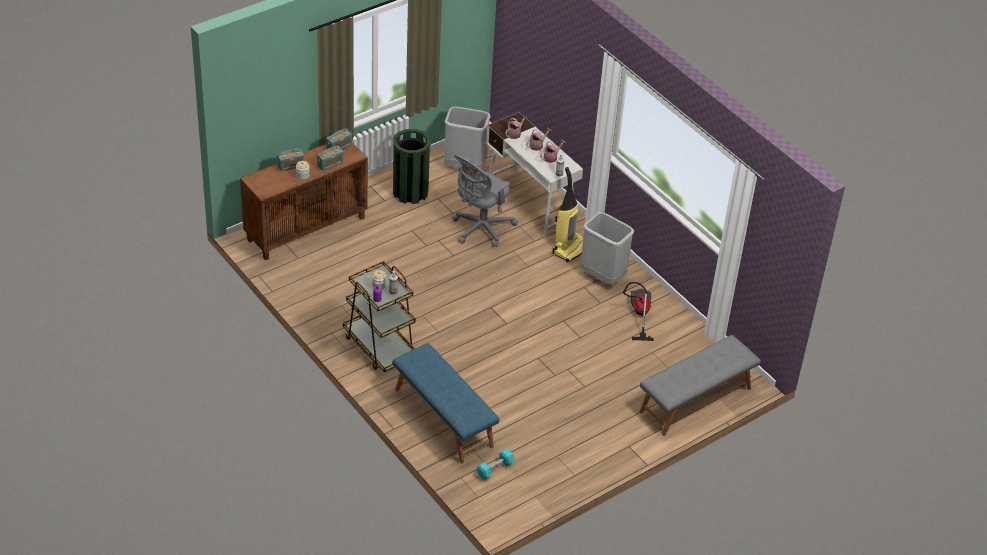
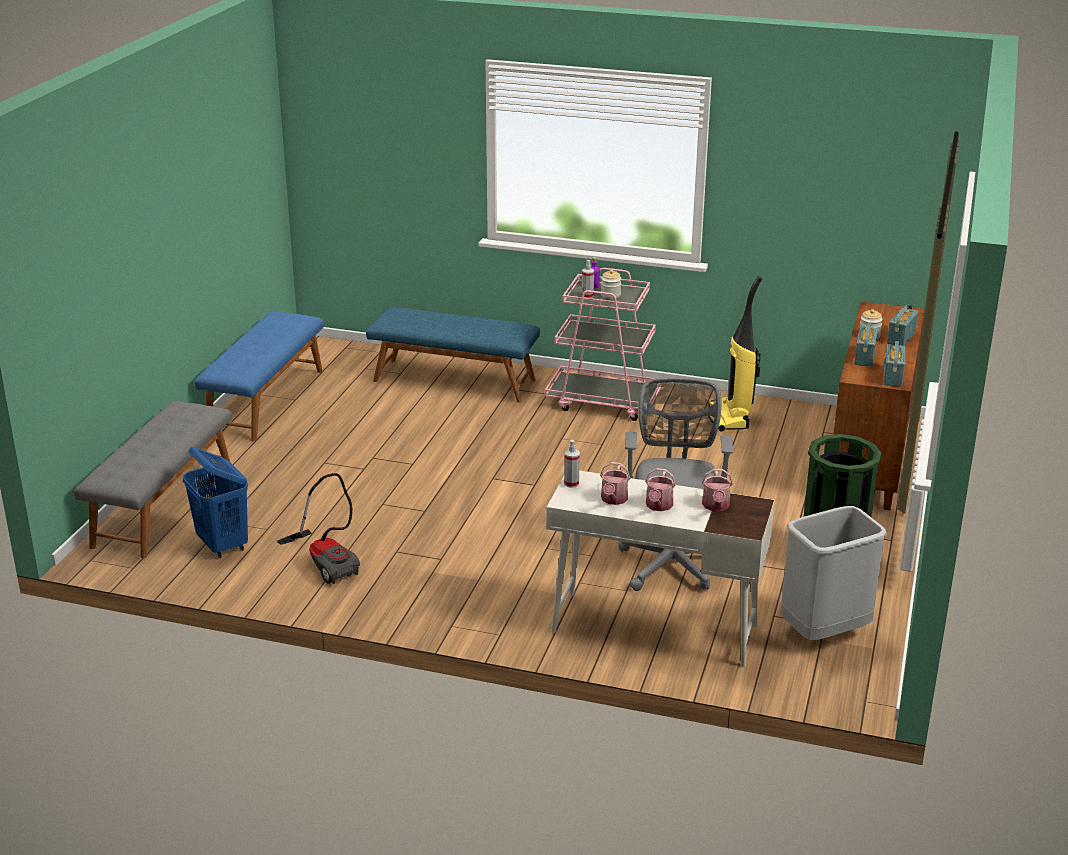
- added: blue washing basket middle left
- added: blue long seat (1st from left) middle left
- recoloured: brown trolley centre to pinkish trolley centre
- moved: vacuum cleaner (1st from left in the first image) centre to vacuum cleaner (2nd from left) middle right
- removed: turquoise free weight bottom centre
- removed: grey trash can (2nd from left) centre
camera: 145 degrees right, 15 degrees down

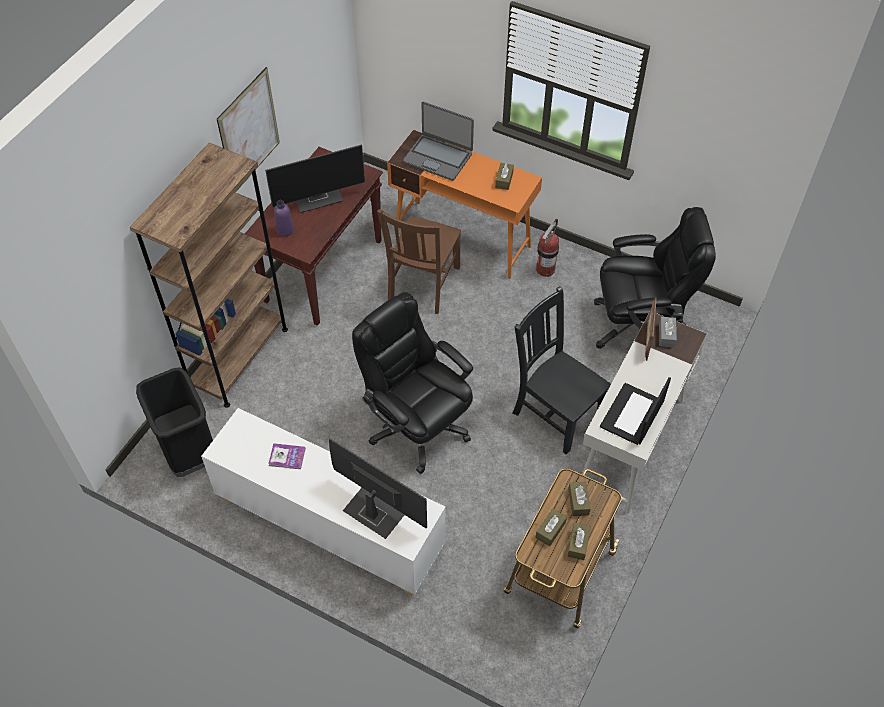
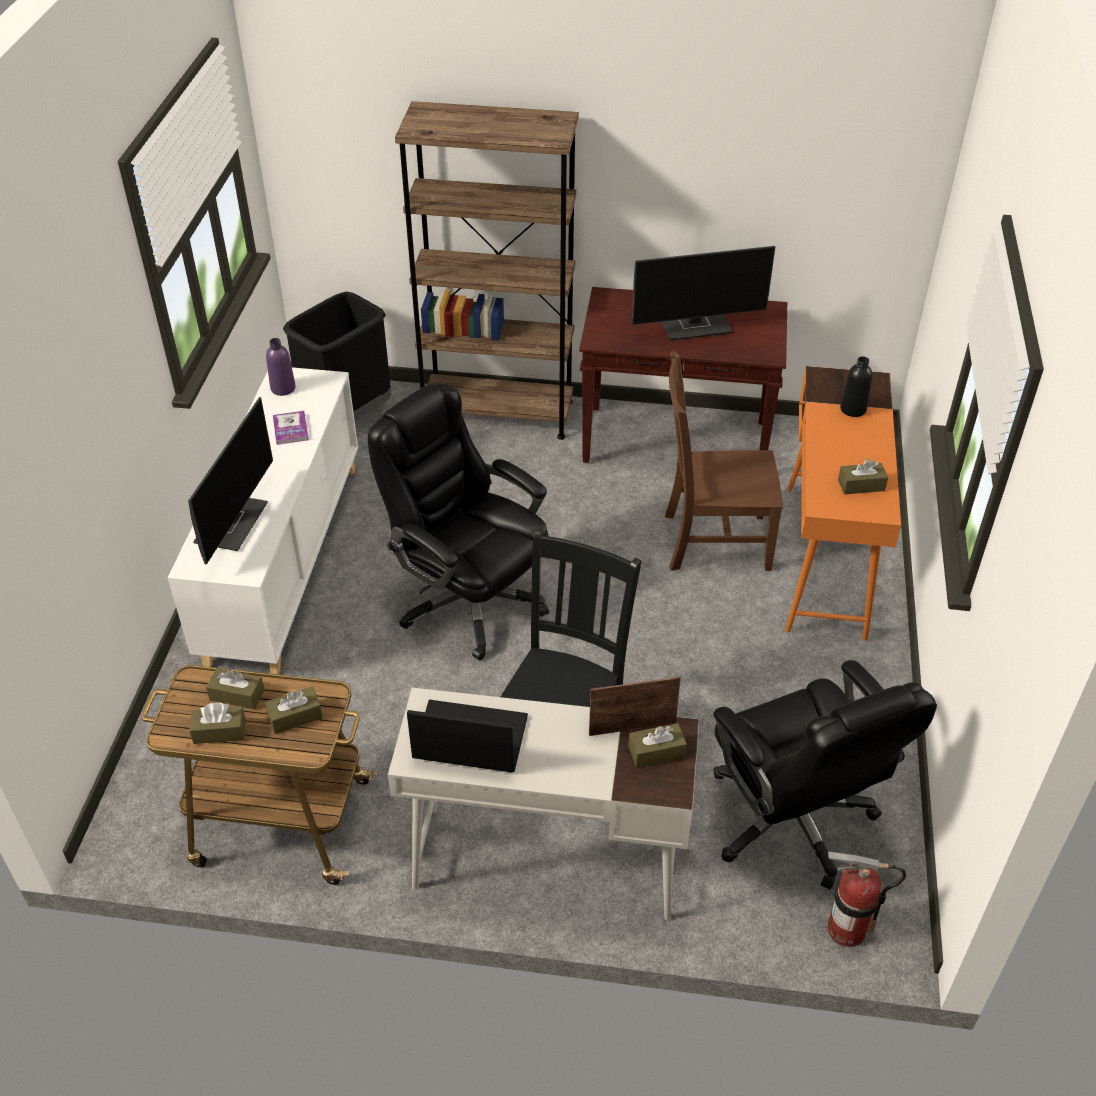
- moved: purplish bottle top left to middle left
- turned: black-coloured computer chair (1st from left) centre = centre 75 degrees counterclockwise
- recoloured: grey tissue box middle right to brown tissue box (4th from left) bottom centre
- turned: computer screen (1st from left in the first image) top centre = top centre 60 degrees counterclockwise
- moved: fire extinguisher centre to bottom right
- replaced: laptop (1st from left) top centre to black-coloured bottle middle right
- removed: wall picture top left
camera: 70 degrees right, 10 degrees down

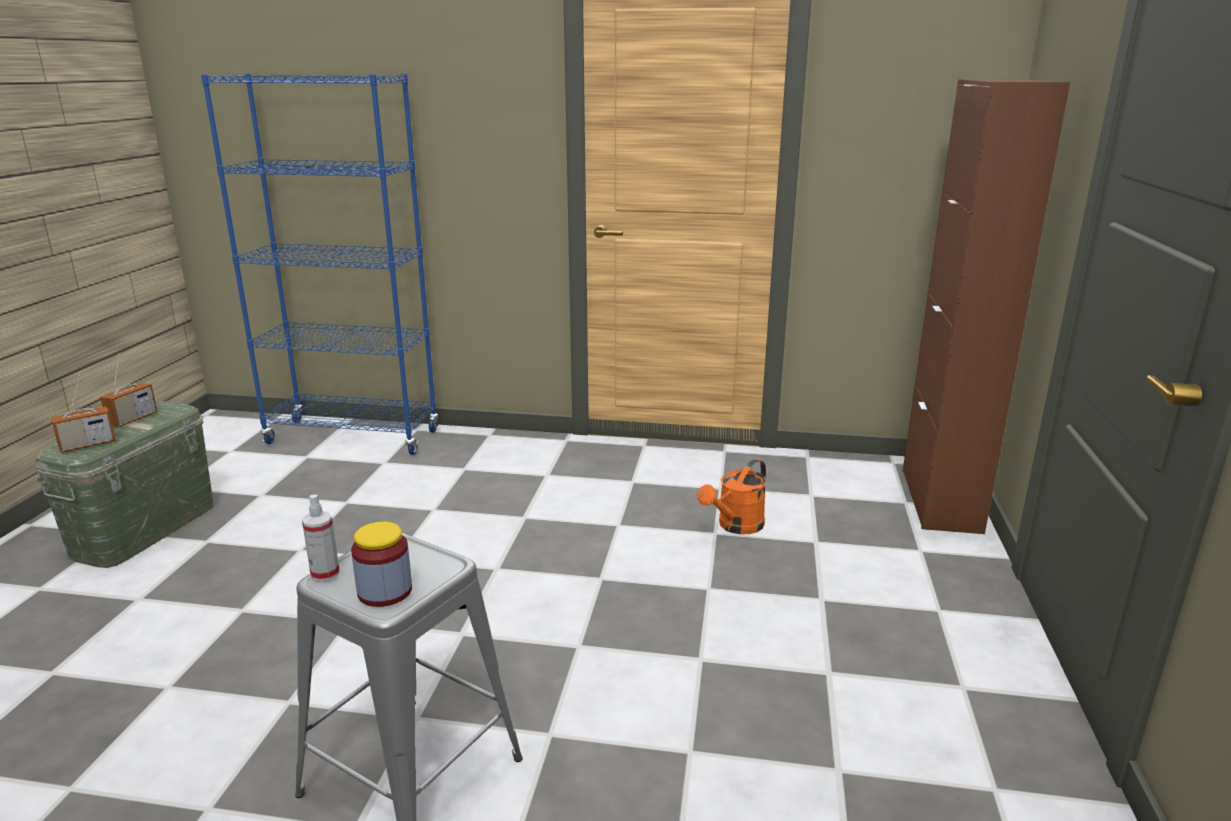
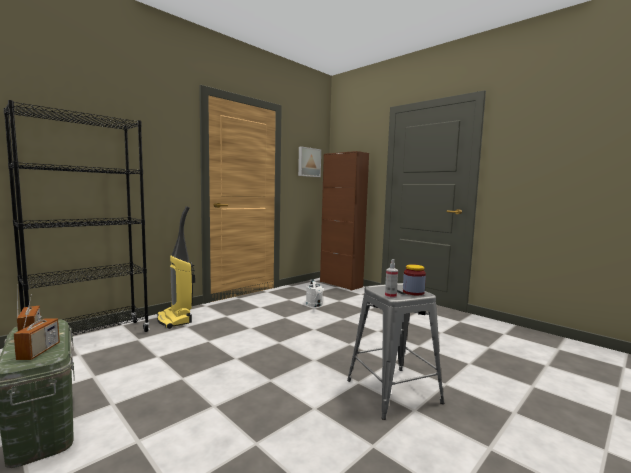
- recoloured: blue bookcase top left to black-coloured bookcase middle left
- added: vacuum cleaner middle left
- added: wall picture centre
- recoloured: orange sprinkling can centre to white sprinkling can centre
camera: 55 degrees left, 15 degrees down

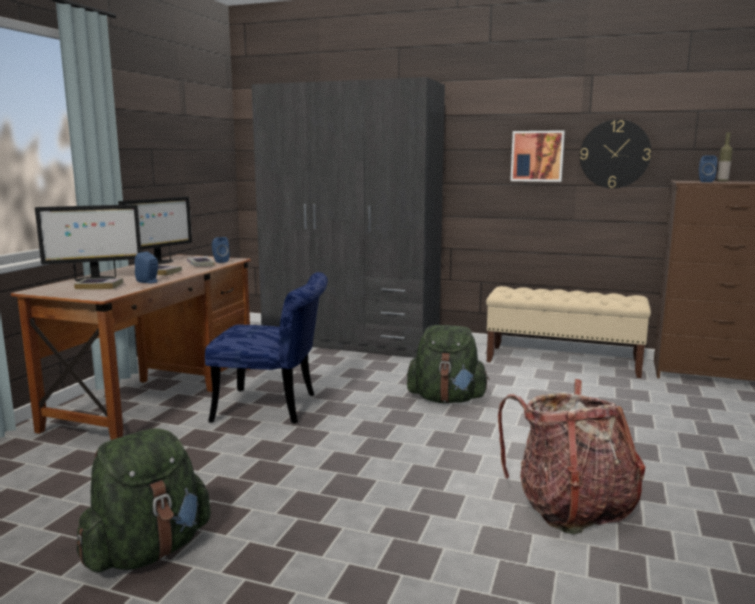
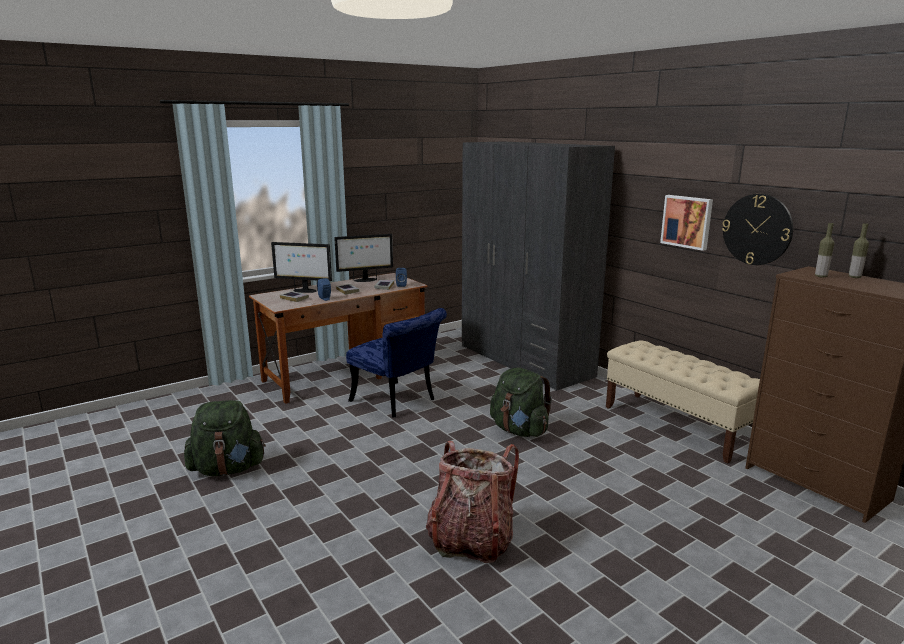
- replaced: blue loudspeaker (3rd from left) top right to bottle (1st from left) middle right
camera: 35 degrees right, 5 degrees up

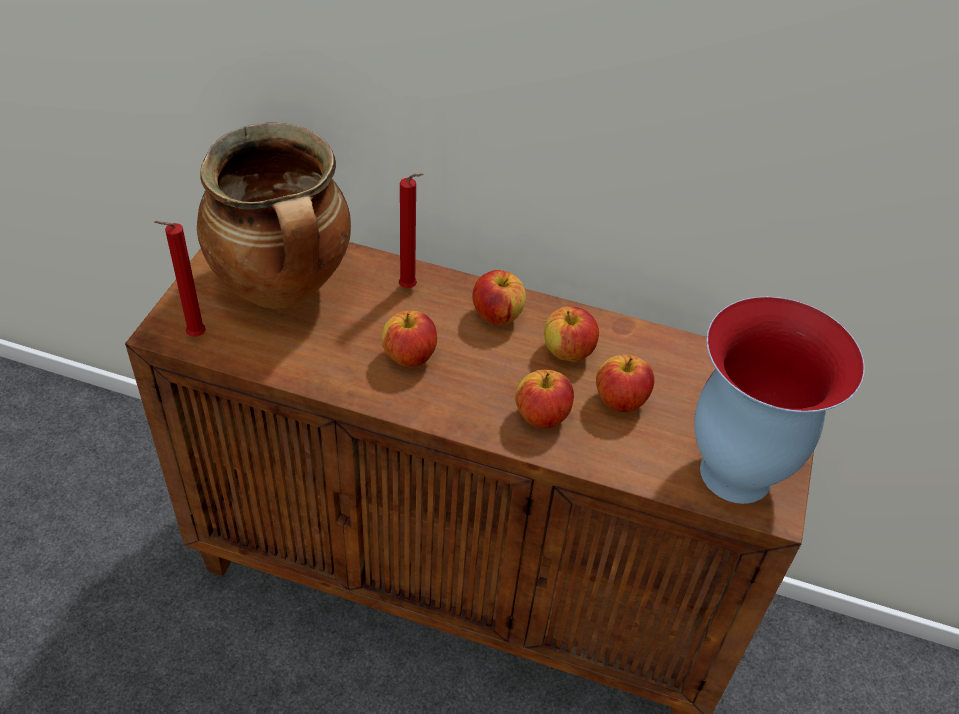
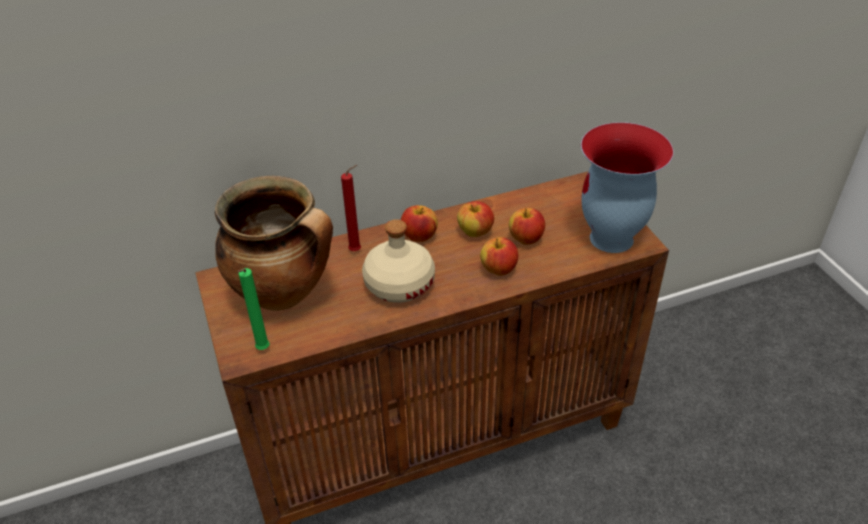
- recoloured: reddish wax light (1st from left) middle left to green-coloured wax light middle left
- replaced: apple (1st from left) centre to sand-coloured bottle centre
camera: 35 degrees left, 5 degrees down

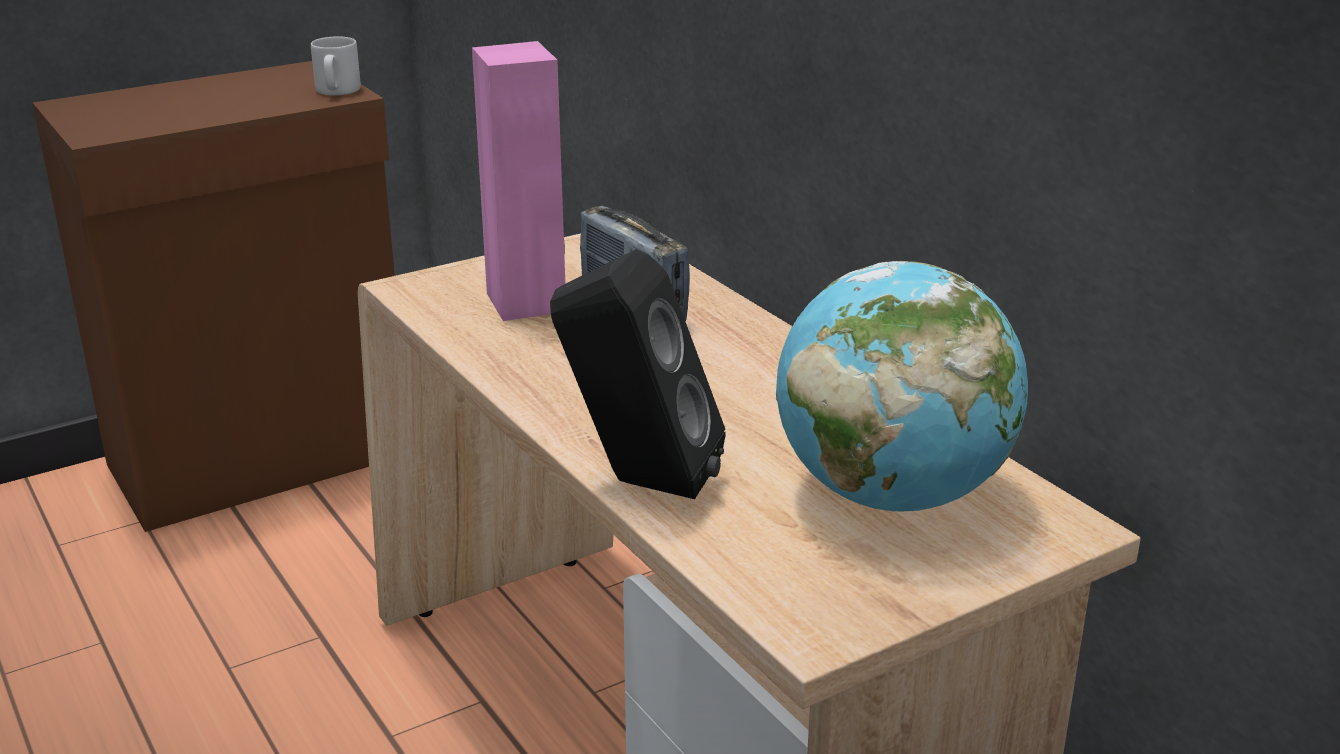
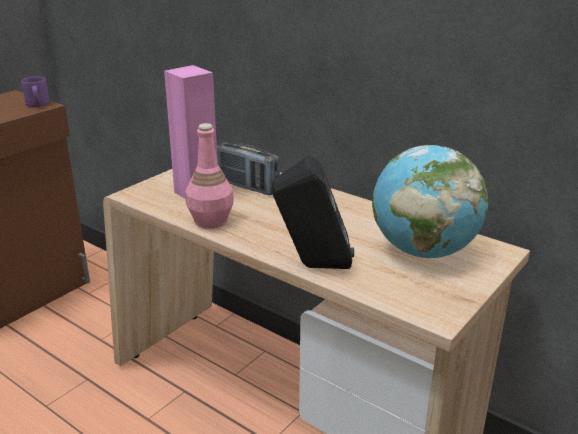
- recoloured: grey tea mug top left to purplish tea mug top left
- added: pinkish bottle centre
camera: 20 degrees left, 0 degrees up

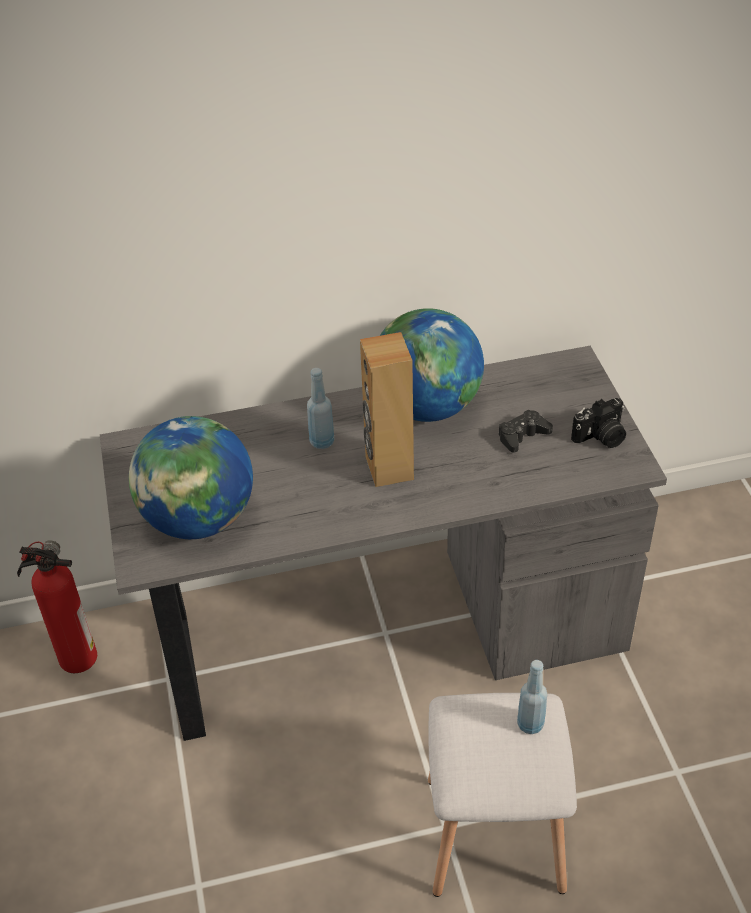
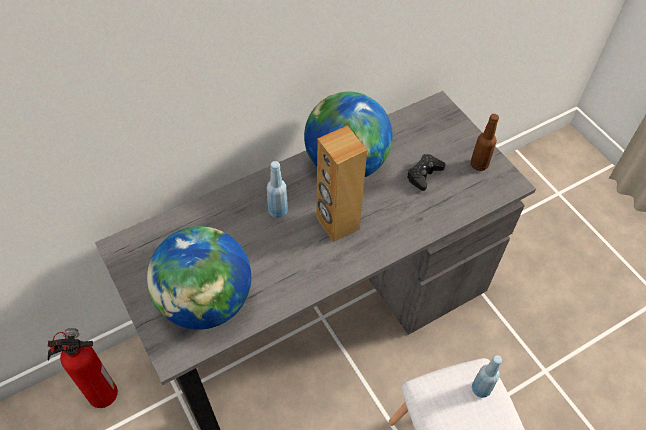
- replaced: photo camera middle right to brown bottle top right
camera: 20 degrees left, 10 degrees up

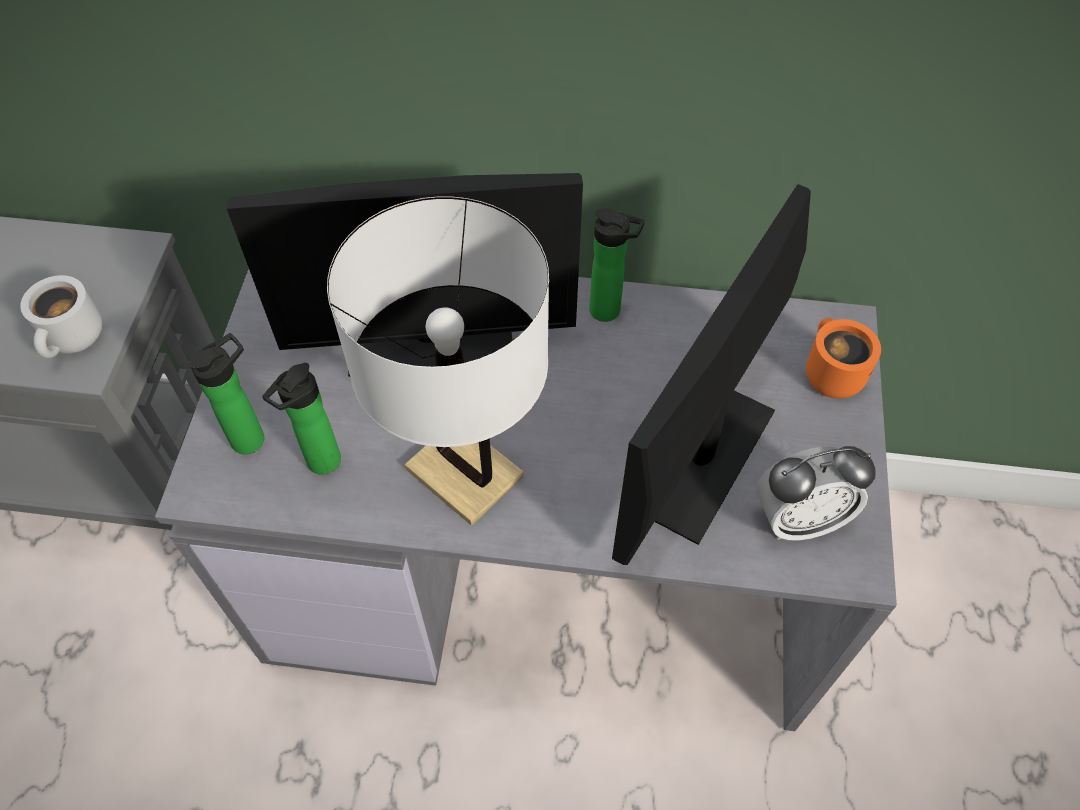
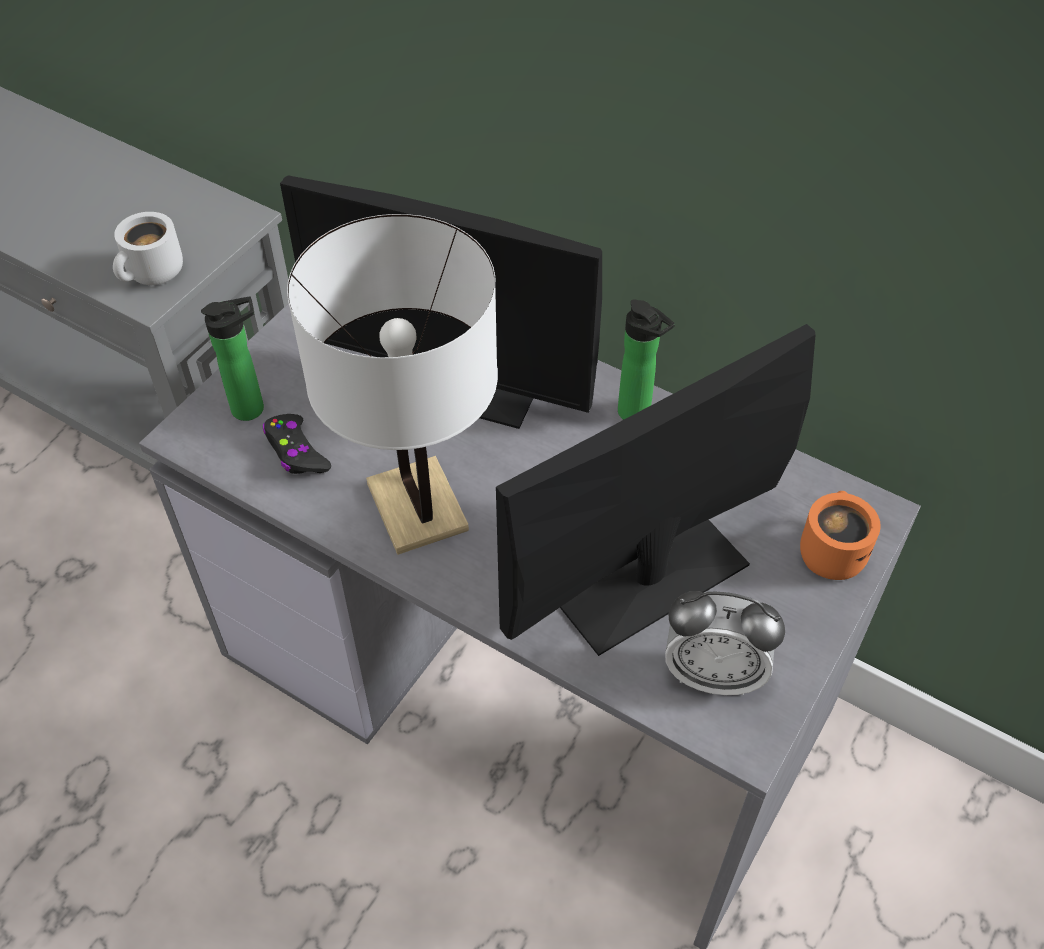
- replaced: bottle (2nd from left) middle left to black-coloured gamepad middle left
camera: 25 degrees right, 5 degrees down

